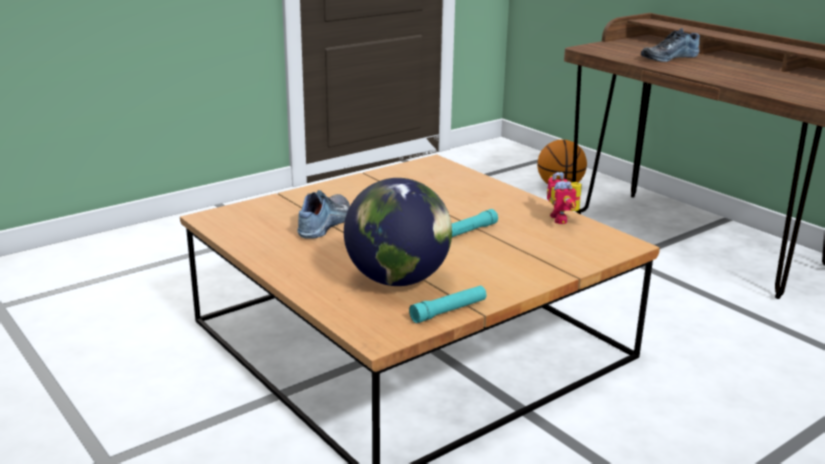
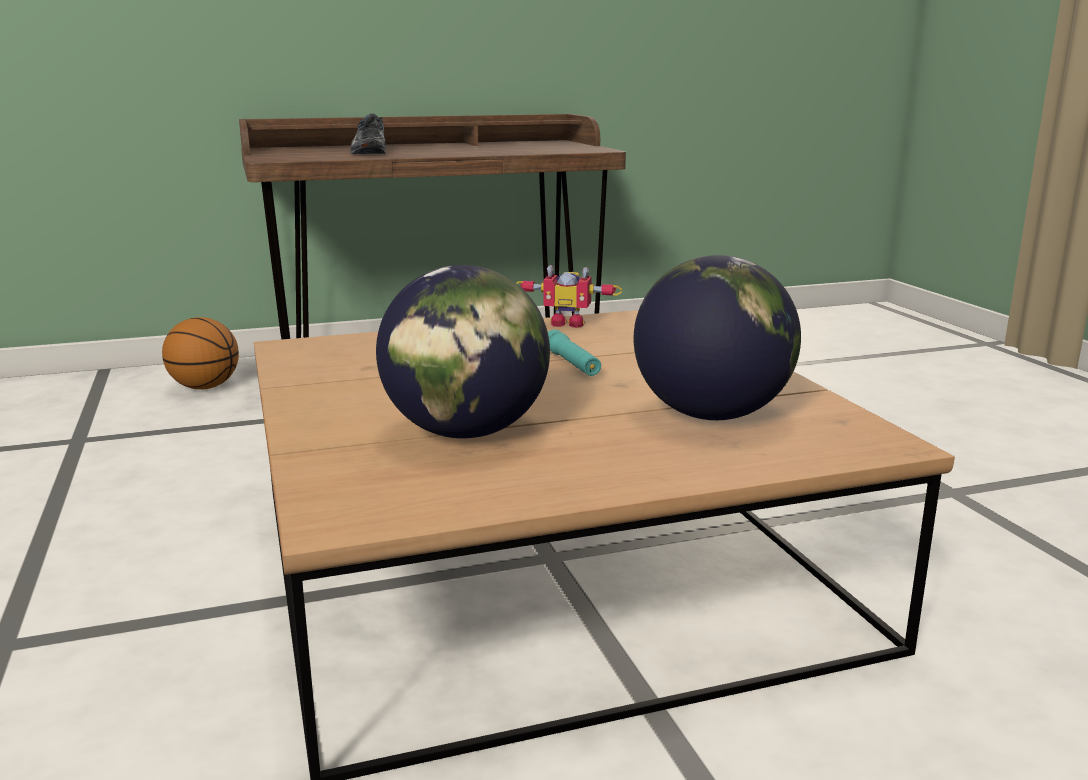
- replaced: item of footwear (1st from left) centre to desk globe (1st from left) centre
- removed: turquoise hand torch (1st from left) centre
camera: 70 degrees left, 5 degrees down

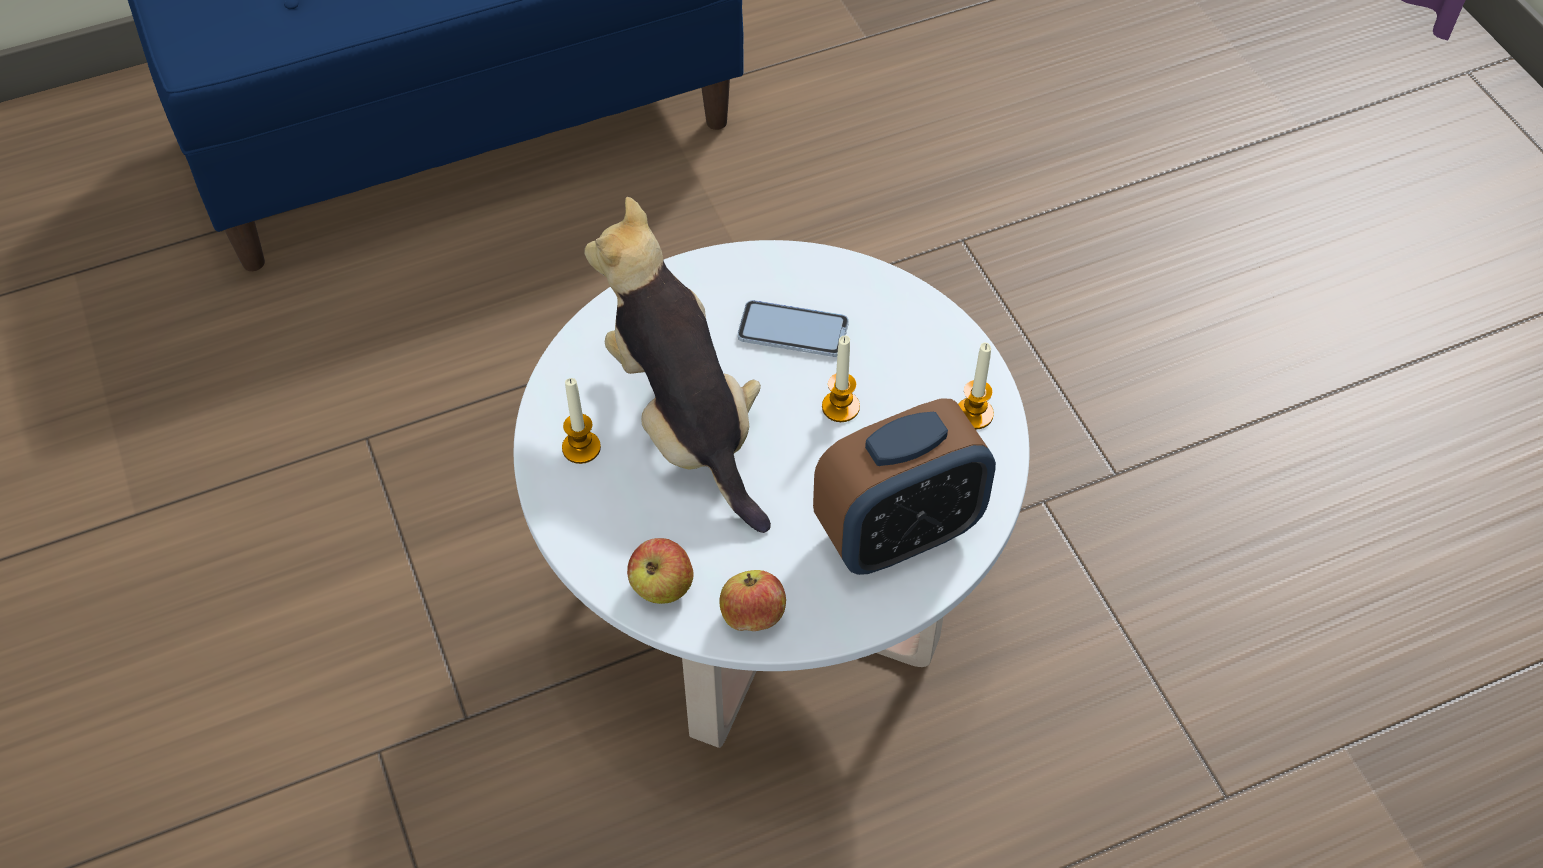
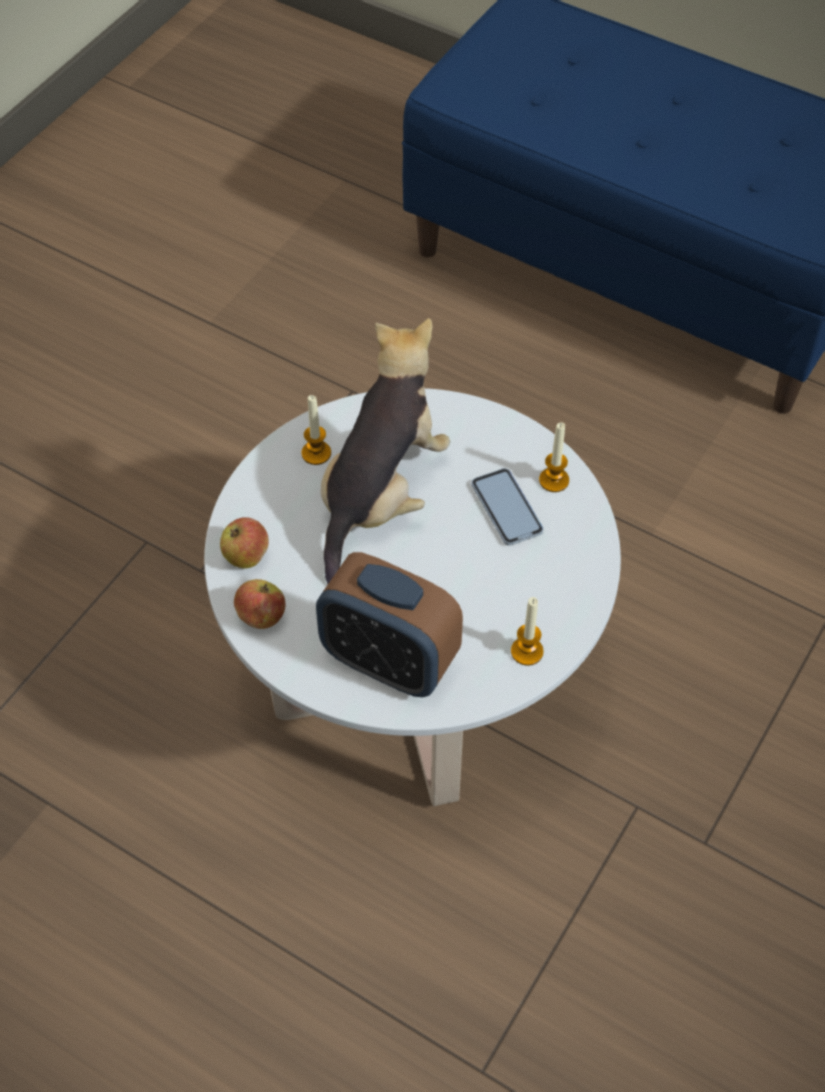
- moved: wax light (2nd from left in the first image) centre to wax light (3rd from left) middle right
camera: 55 degrees right, 0 degrees up

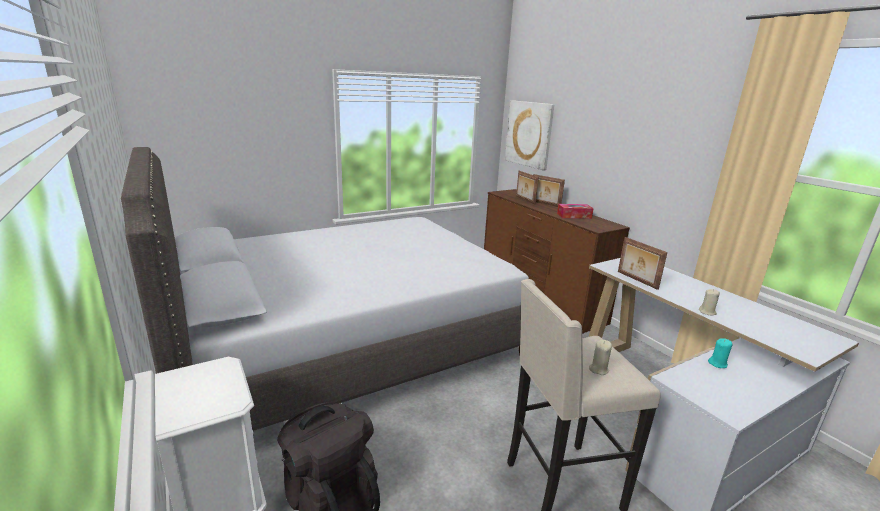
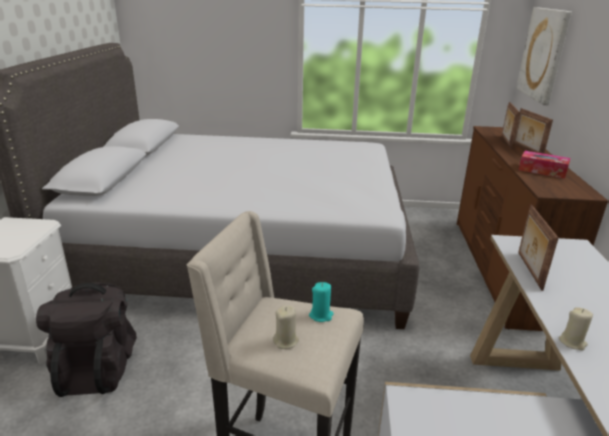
- moved: turquoise wax light bottom right to bottom centre
camera: 35 degrees right, 5 degrees up

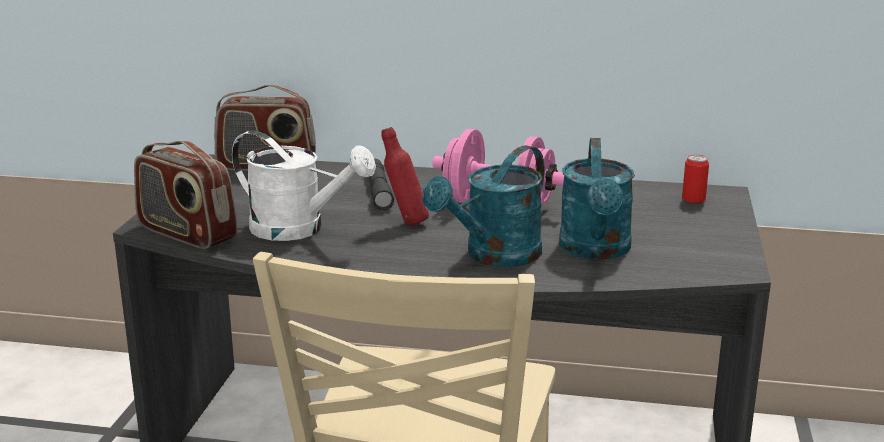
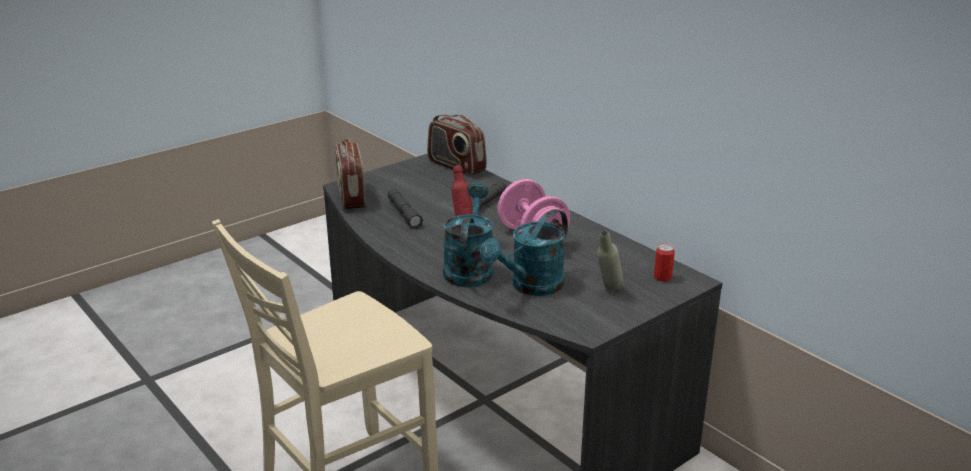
- replaced: white sprinkling can centre to grey hand torch (1st from left) centre
- turned: turquoise sprinkling can (1st from left) centre = centre 105 degrees clockwise
- added: grey bottle centre
camera: 40 degrees right, 5 degrees up

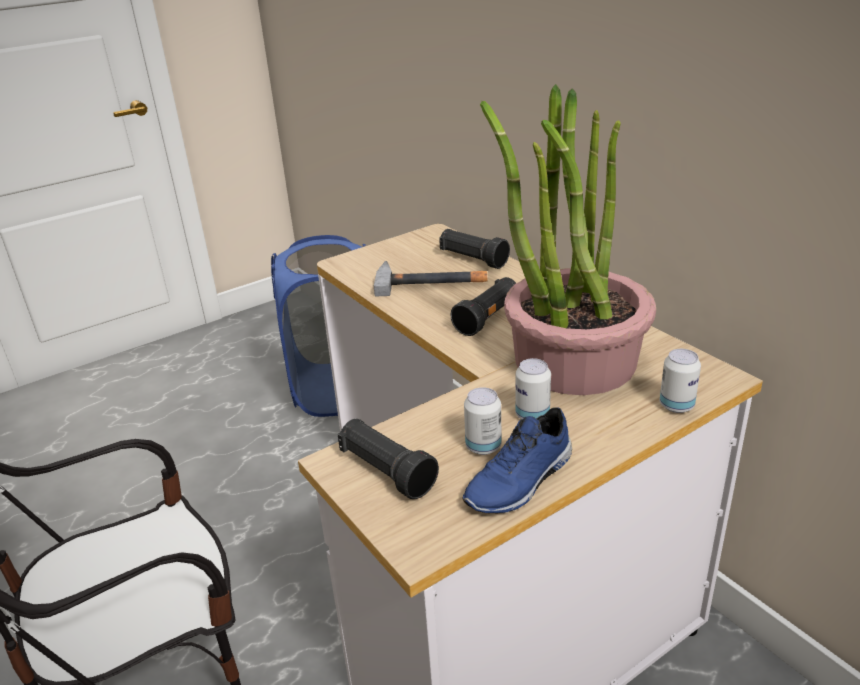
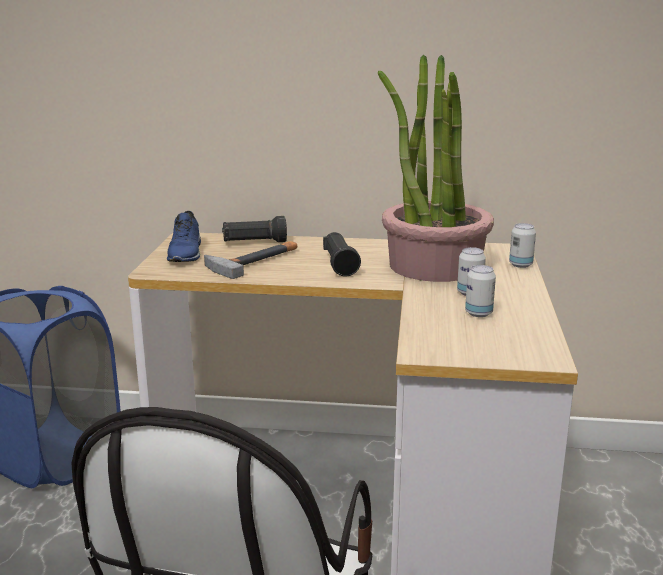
- moved: blue item of footwear bottom centre to middle left
- removed: black-coloured hand torch (1st from left) bottom centre
camera: 50 degrees left, 10 degrees down

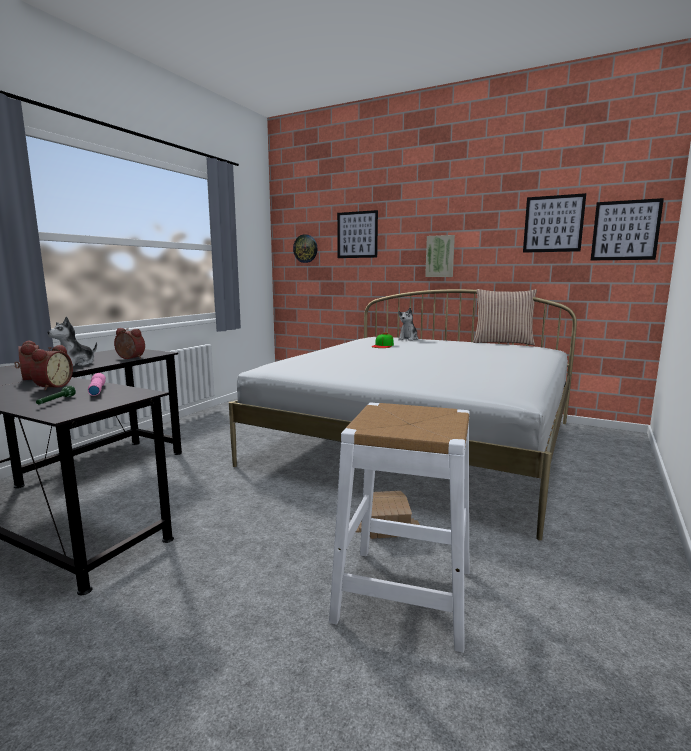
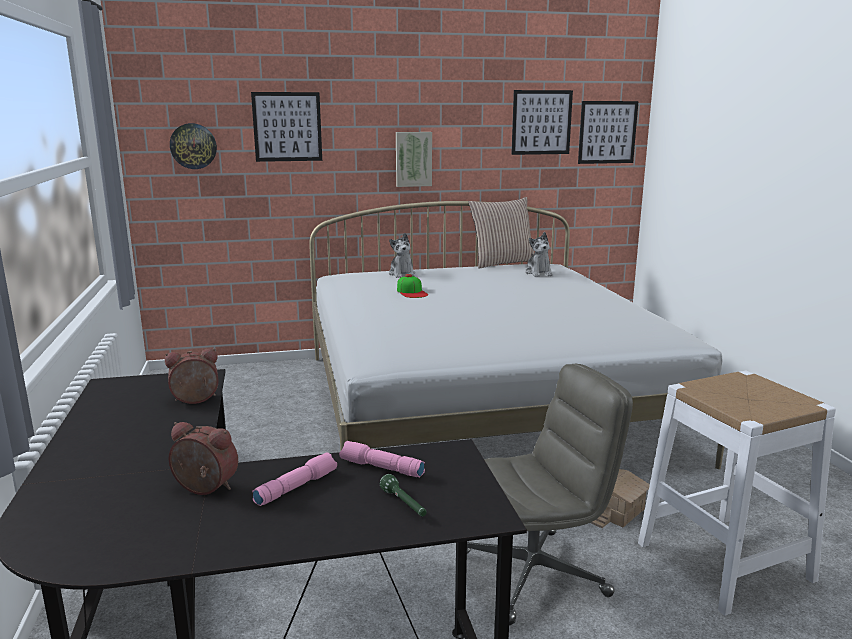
- replaced: alarm clock (2nd from left) middle left to pinkish hand torch (1st from left) bottom centre
- added: grey computer chair bottom centre
- moved: cuddly toy (1st from left in the first image) middle left to cuddly toy (2nd from left) centre
camera: 40 degrees left, 5 degrees up

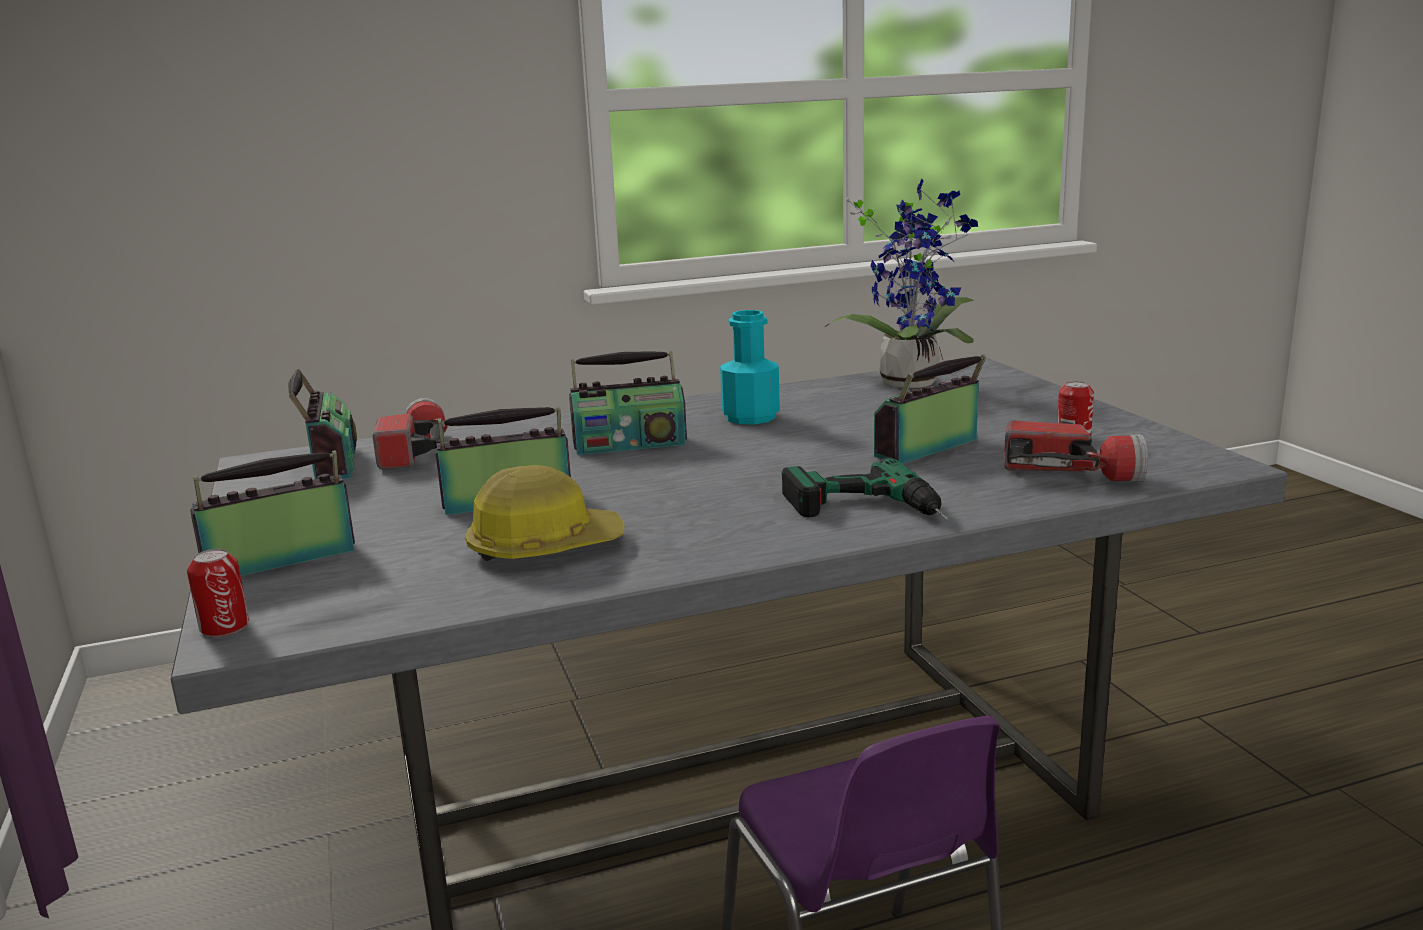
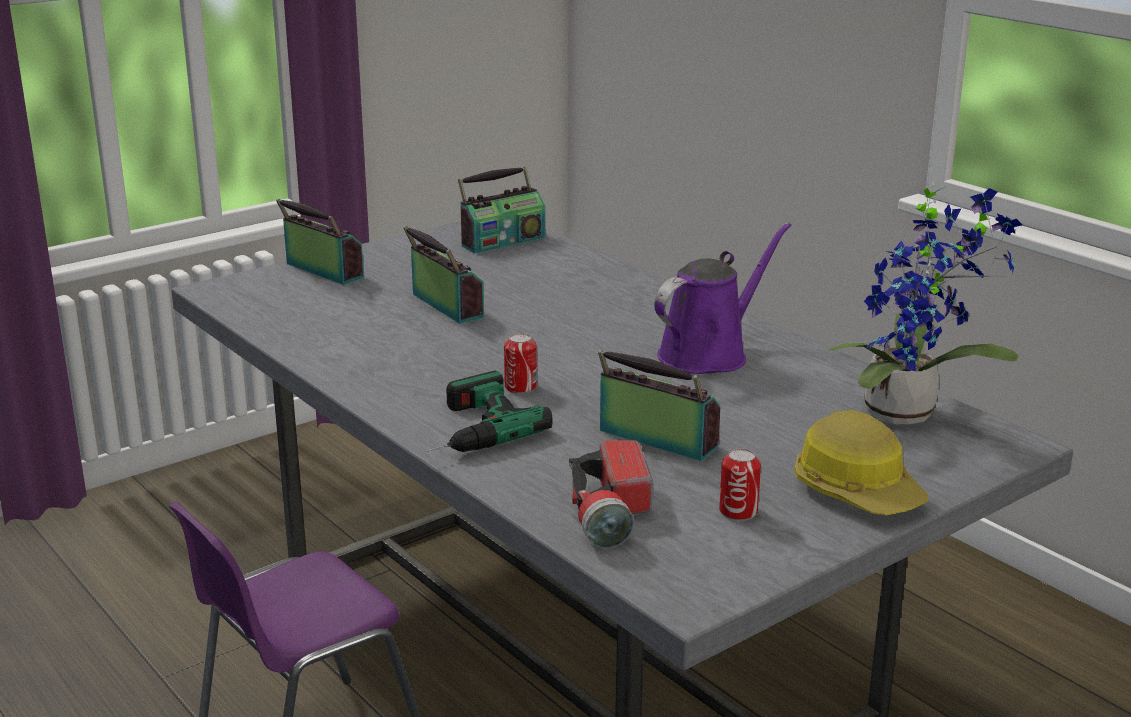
- moved: can (1st from left) middle left to centre
- replaced: turquoise bottle centre to purplish sprinkling can centre
- moved: work helmet centre to middle right
- removed: hand torch (1st from left) middle left
- removed: radio (4th from left) centre
camera: 70 degrees right, 5 degrees up

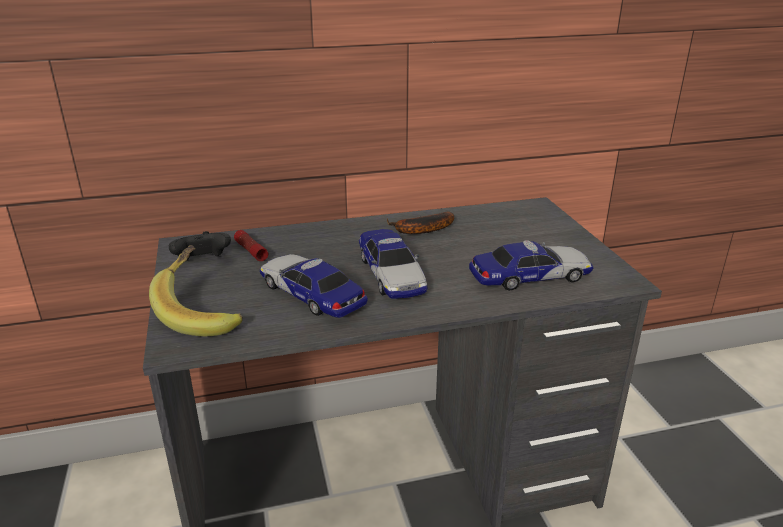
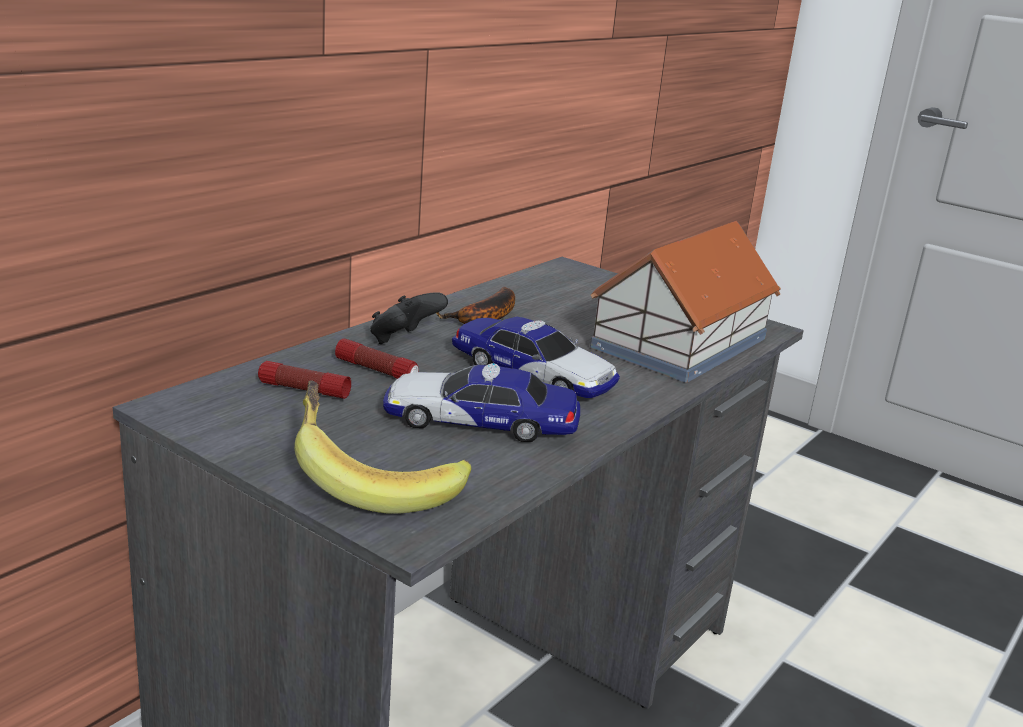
- added: hand torch (2nd from left) centre
- moved: black-coloured gamepad middle left to centre
- replaced: miniature car (3rd from left) middle right to miniature house middle right
camera: 40 degrees left, 5 degrees down

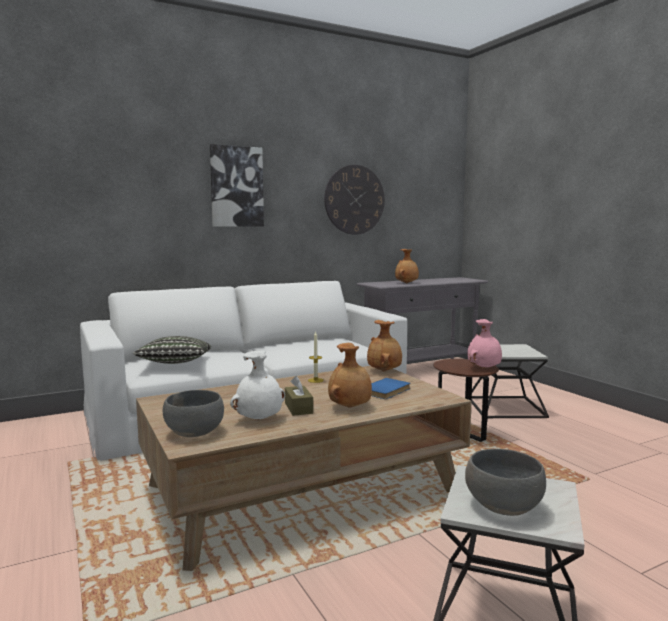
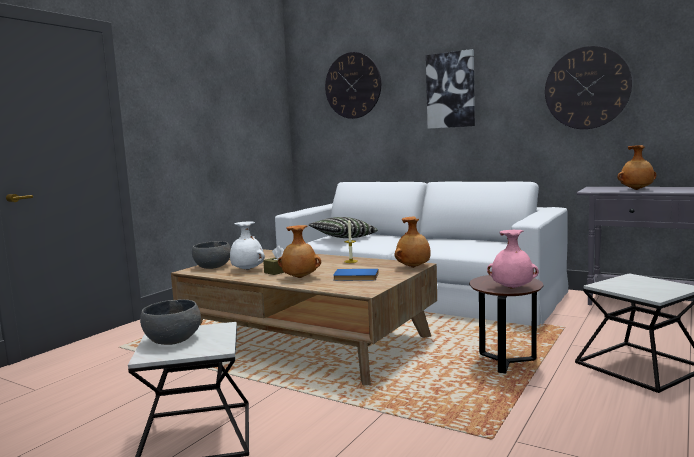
- added: clock on the wall (1st from left) top centre
camera: 60 degrees right, 0 degrees up

